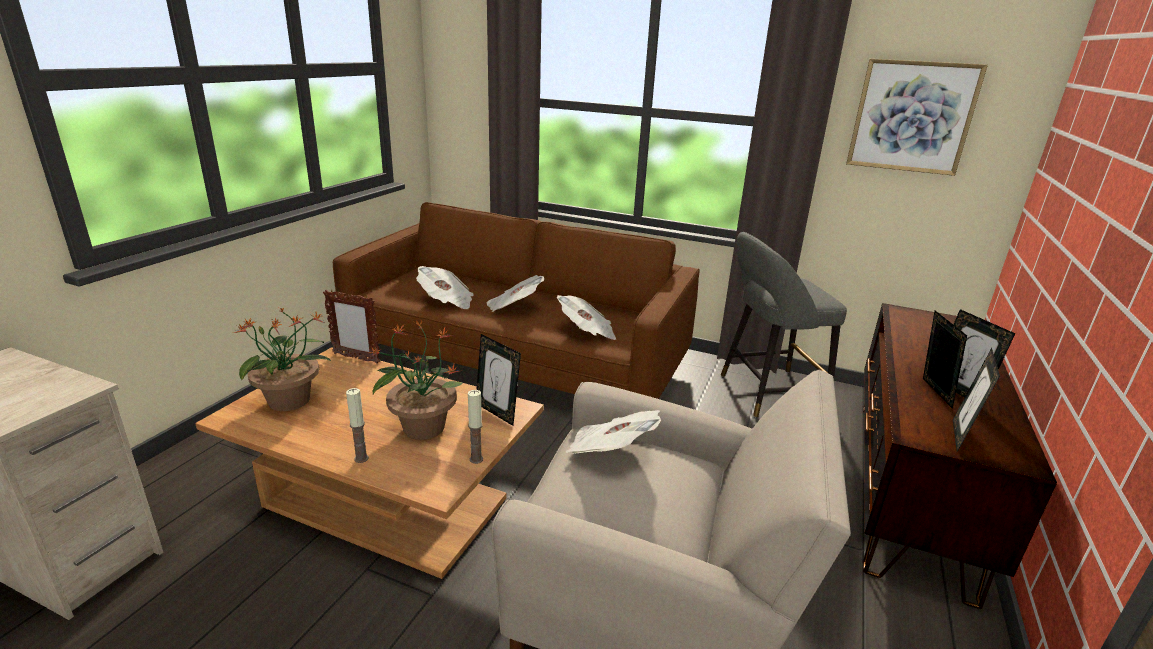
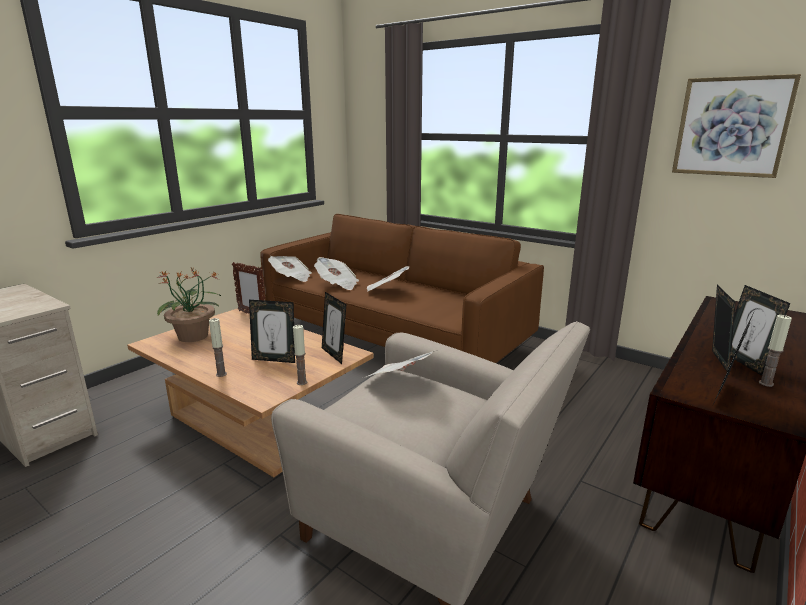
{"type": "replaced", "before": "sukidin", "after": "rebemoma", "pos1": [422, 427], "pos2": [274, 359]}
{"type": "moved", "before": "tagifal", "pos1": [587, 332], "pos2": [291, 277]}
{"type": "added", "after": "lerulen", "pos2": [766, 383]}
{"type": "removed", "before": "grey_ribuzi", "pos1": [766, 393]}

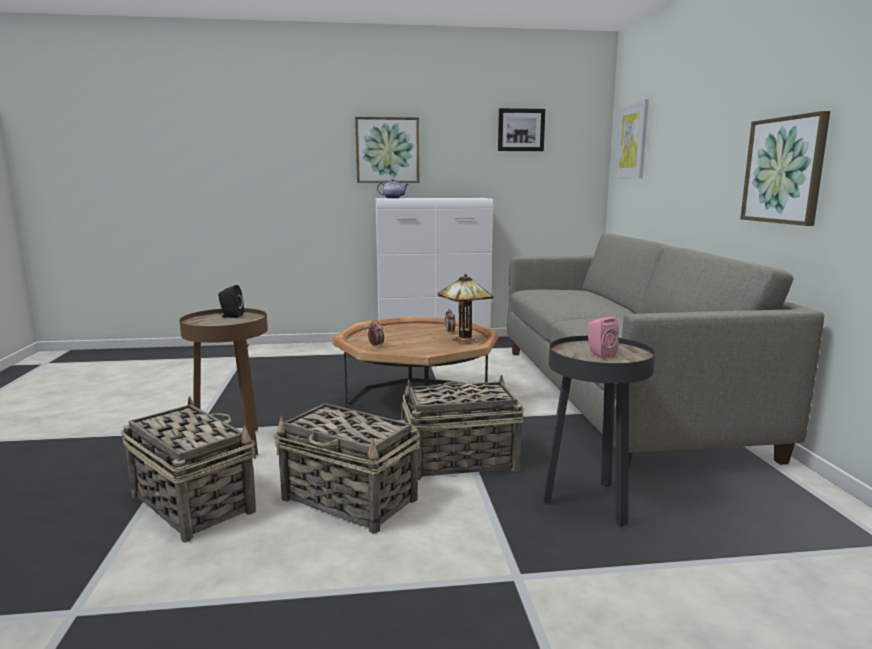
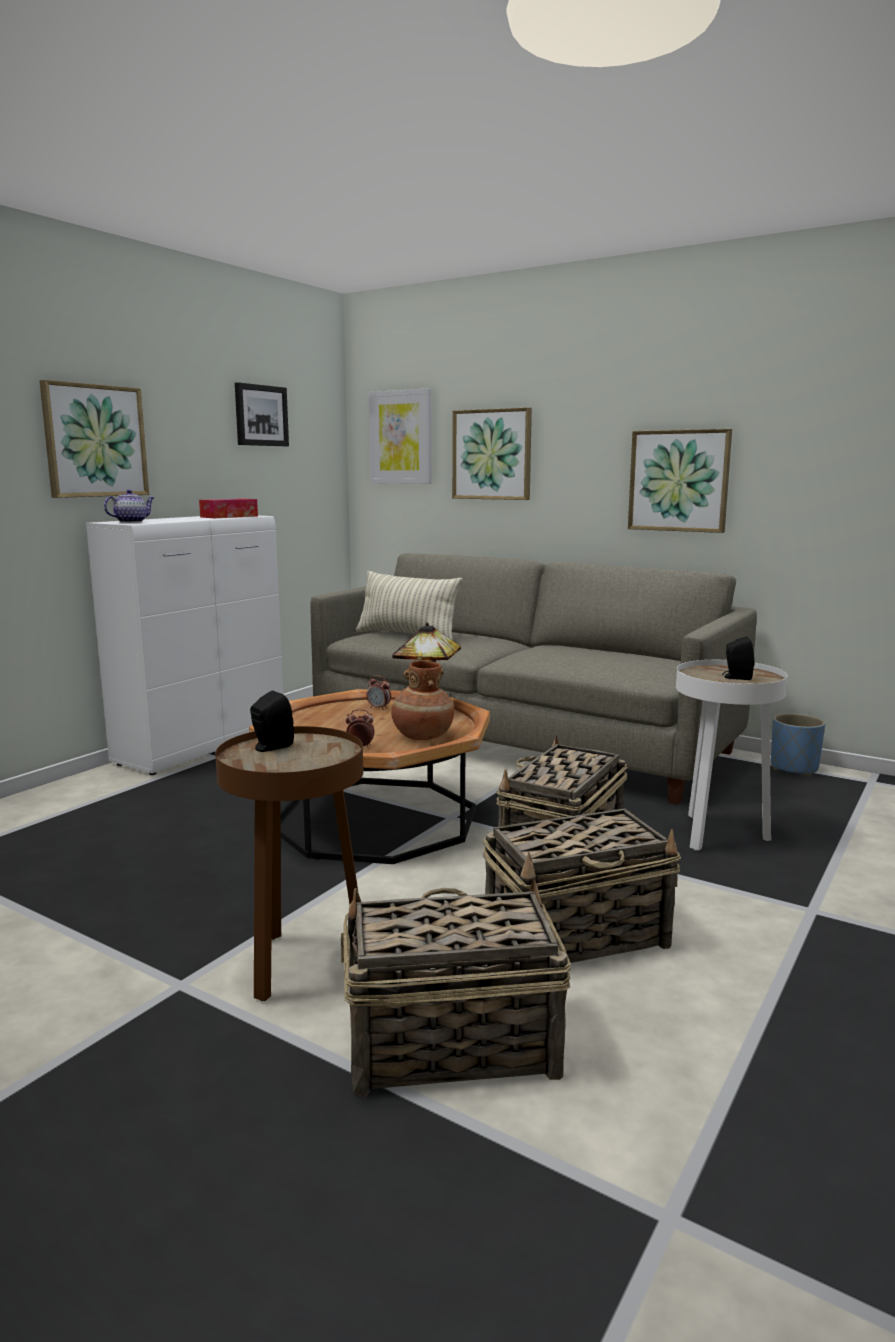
{"type": "added", "after": "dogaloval", "pos2": [229, 516]}
{"type": "added", "after": "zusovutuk", "pos2": [407, 636]}
{"type": "added", "after": "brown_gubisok", "pos2": [422, 736]}
{"type": "added", "after": "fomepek", "pos2": [492, 454]}
{"type": "recoloured", "before": "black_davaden", "after": "white_davaden", "pos1": [591, 504], "pos2": [719, 835]}
{"type": "recoloured", "before": "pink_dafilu", "after": "black_dafilu", "pos1": [599, 355], "pos2": [736, 677]}
{"type": "added", "after": "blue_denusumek", "pos2": [794, 768]}

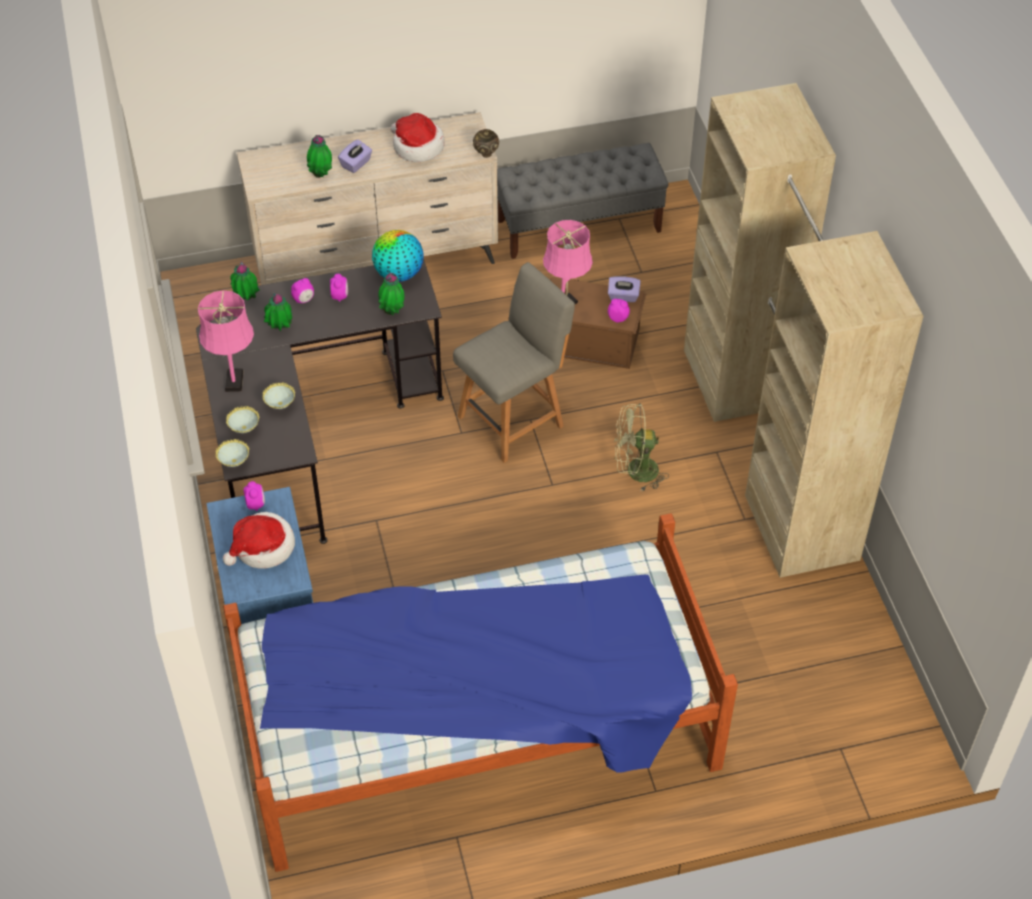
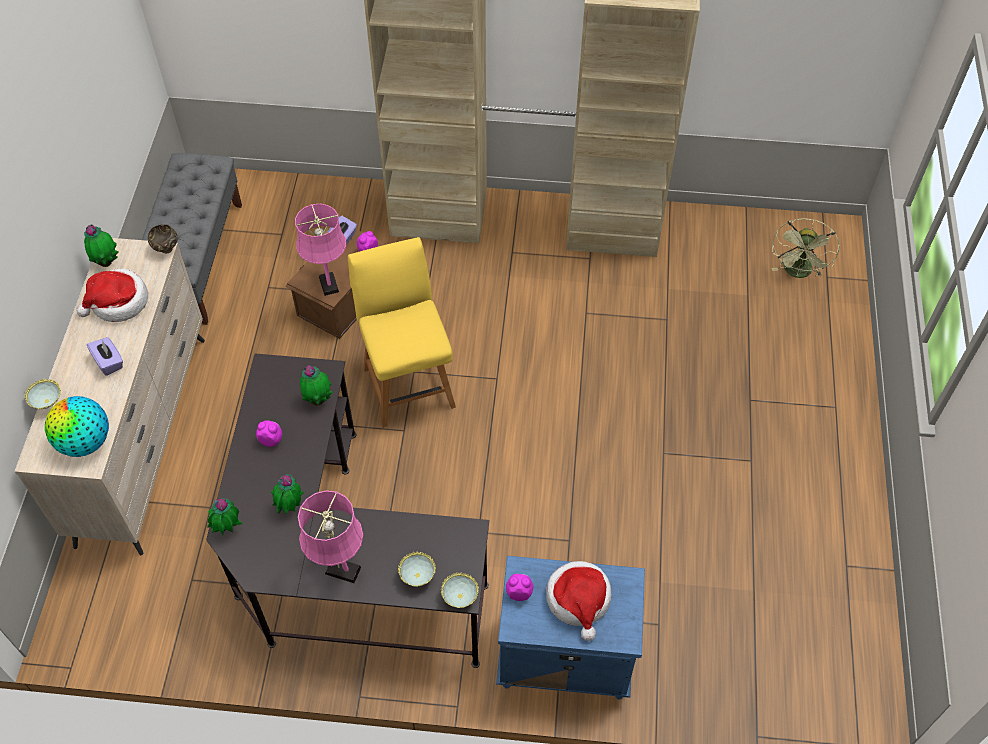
{"type": "moved", "before": "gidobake", "pos1": [280, 406], "pos2": [48, 403]}
{"type": "moved", "before": "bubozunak", "pos1": [398, 274], "pos2": [85, 442]}
{"type": "moved", "before": "sukidin", "pos1": [321, 175], "pos2": [106, 262]}
{"type": "recoloured", "before": "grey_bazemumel", "after": "yellow_bazemumel", "pos1": [513, 419], "pos2": [407, 384]}
{"type": "moved", "before": "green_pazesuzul", "pos1": [635, 472], "pos2": [798, 273]}
{"type": "removed", "before": "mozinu", "pos1": [480, 733]}
{"type": "removed", "before": "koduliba", "pos1": [304, 300]}

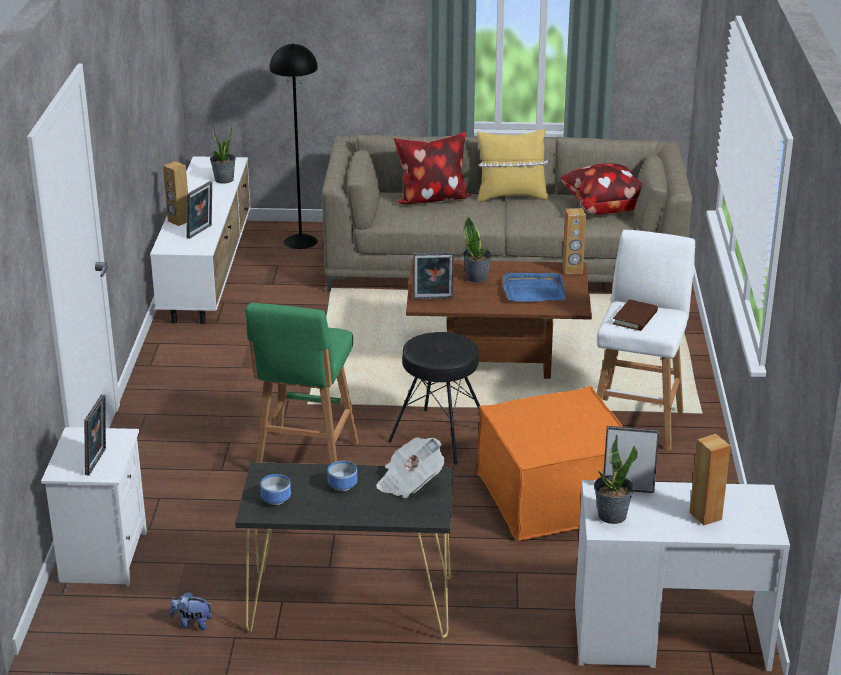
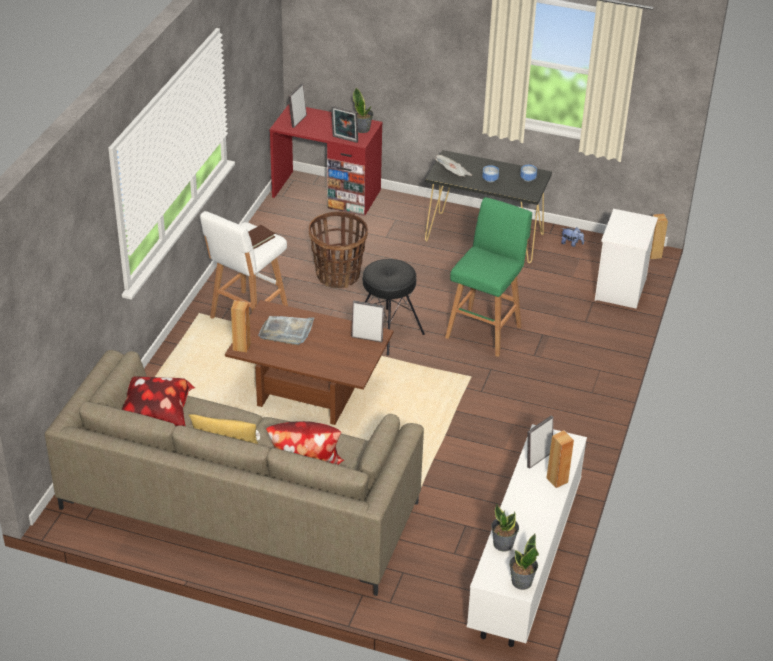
{"type": "recoloured", "before": "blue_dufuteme", "after": "grey_dufuteme", "pos1": [533, 290], "pos2": [286, 331]}
{"type": "recoloured", "before": "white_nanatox", "after": "red_nanatox", "pos1": [670, 636], "pos2": [326, 193]}
{"type": "moved", "before": "rebemoma", "pos1": [98, 462], "pos2": [297, 121]}
{"type": "replaced", "before": "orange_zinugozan", "after": "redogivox", "pos1": [553, 496], "pos2": [338, 275]}
{"type": "moved", "before": "sukidin", "pos1": [477, 278], "pos2": [521, 582]}
{"type": "moved", "before": "brown_dafilu", "pos1": [706, 516], "pos2": [653, 255]}
{"type": "removed", "before": "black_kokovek", "pos1": [301, 241]}

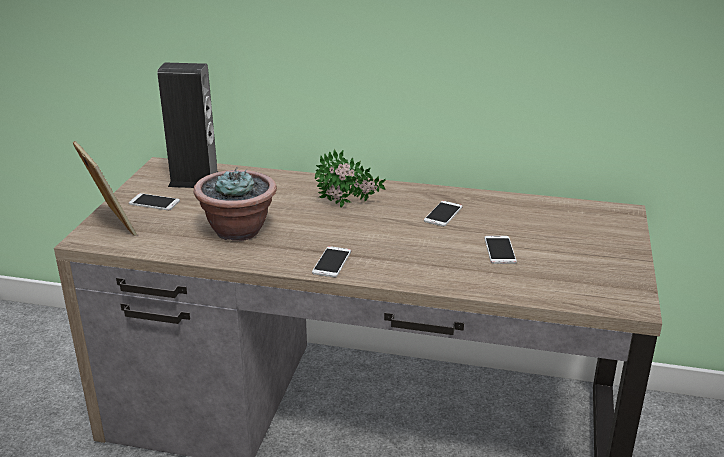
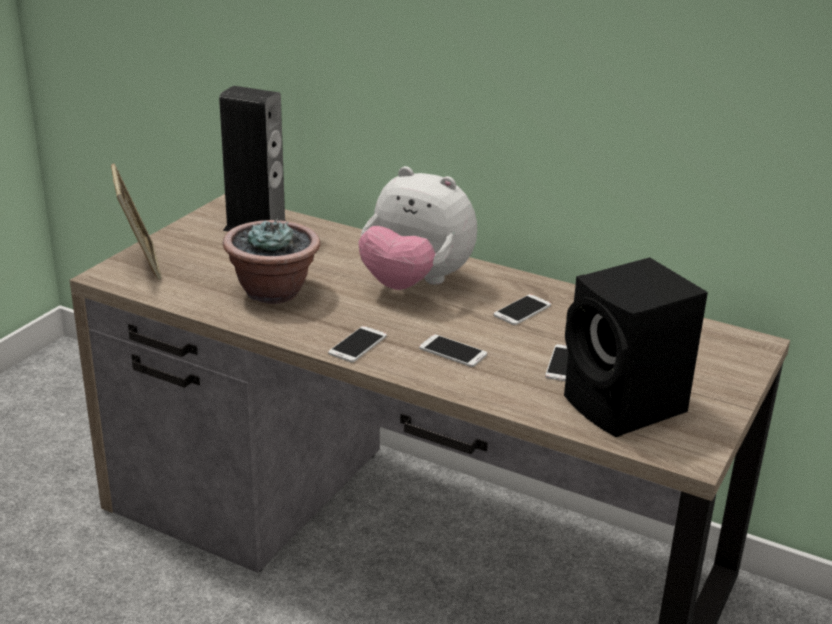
{"type": "replaced", "before": "sukidin", "after": "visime", "pos1": [349, 206], "pos2": [415, 284]}
{"type": "moved", "before": "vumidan", "pos1": [154, 202], "pos2": [453, 351]}
{"type": "added", "after": "black_dafilu", "pos2": [626, 407]}

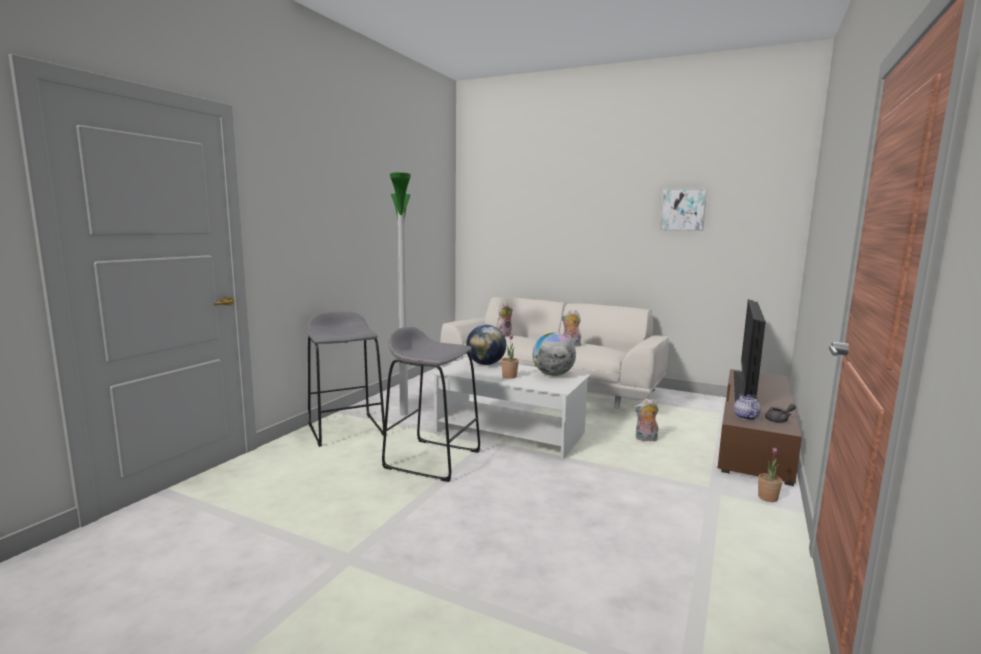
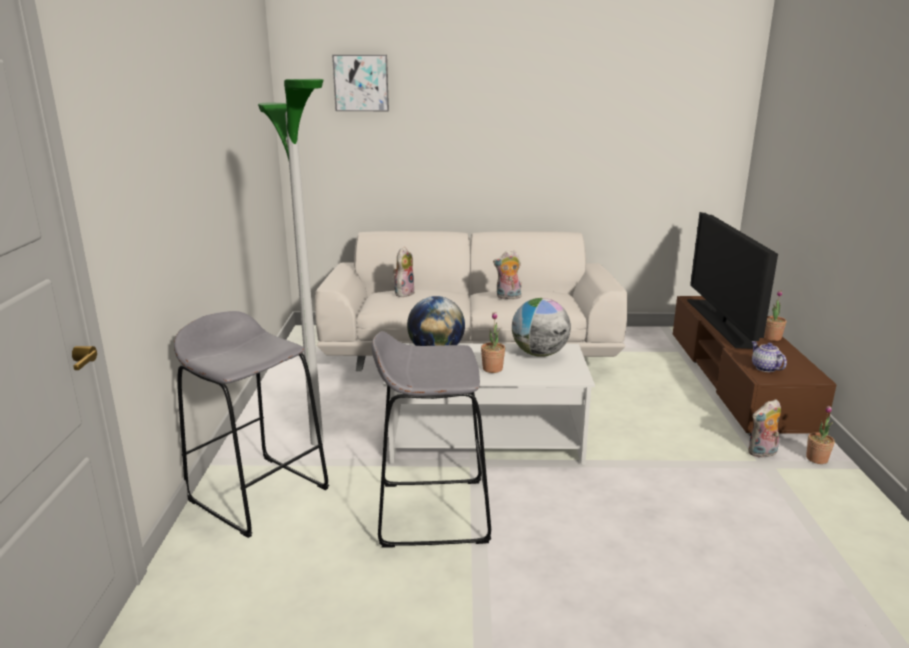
{"type": "moved", "before": "fomepek", "pos1": [683, 209], "pos2": [361, 83]}
{"type": "moved", "before": "visime", "pos1": [645, 439], "pos2": [762, 453]}
{"type": "added", "after": "sukidin", "pos2": [772, 338]}
{"type": "removed", "before": "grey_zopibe", "pos1": [779, 420]}

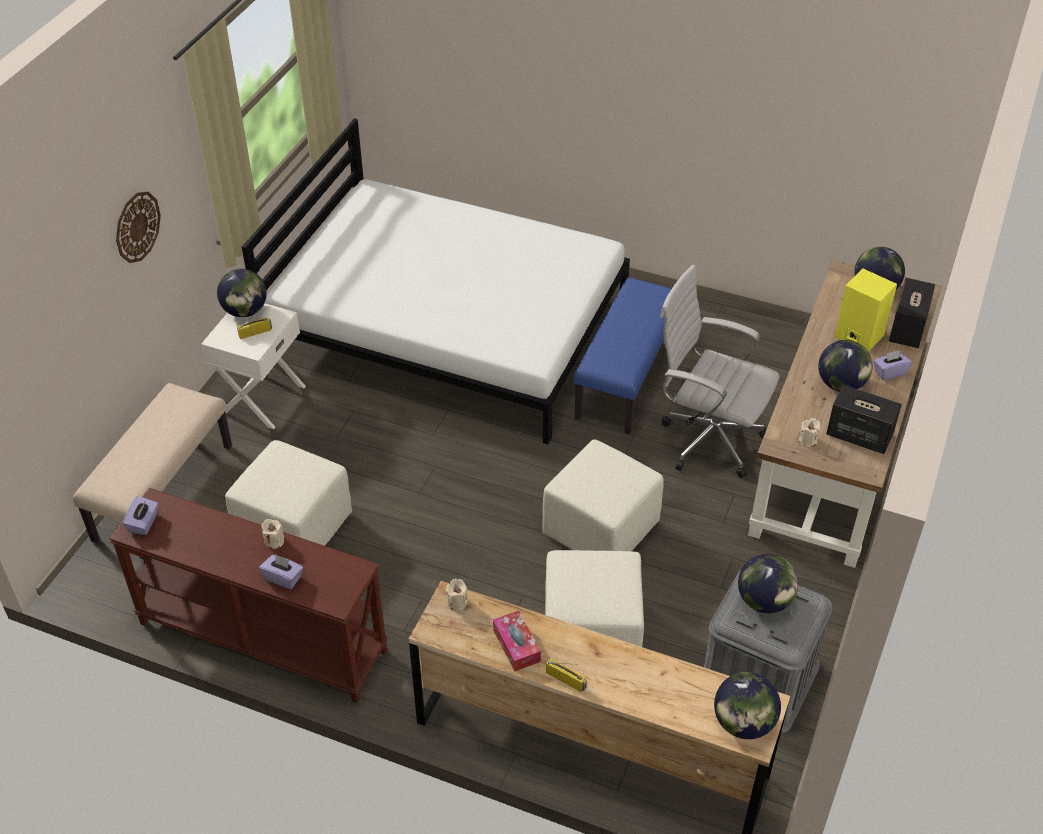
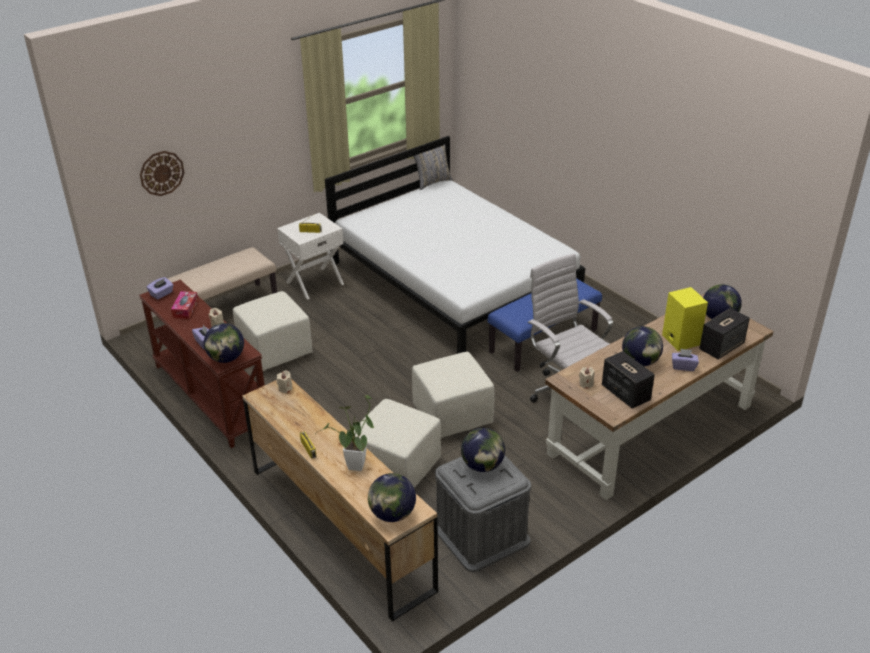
{"type": "moved", "before": "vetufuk", "pos1": [137, 226], "pos2": [161, 173]}
{"type": "moved", "before": "dogaloval", "pos1": [516, 646], "pos2": [185, 309]}
{"type": "moved", "before": "bubozunak", "pos1": [245, 311], "pos2": [226, 358]}
{"type": "added", "after": "sukidin", "pos2": [355, 469]}
{"type": "added", "after": "grey_zusovutuk", "pos2": [432, 182]}

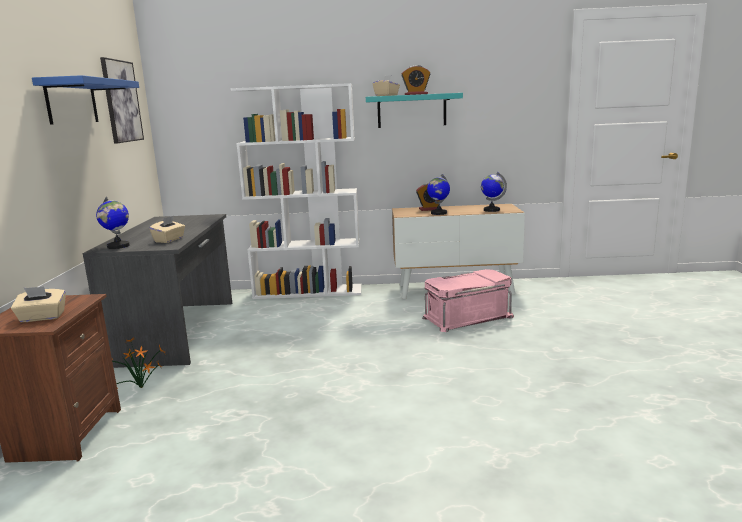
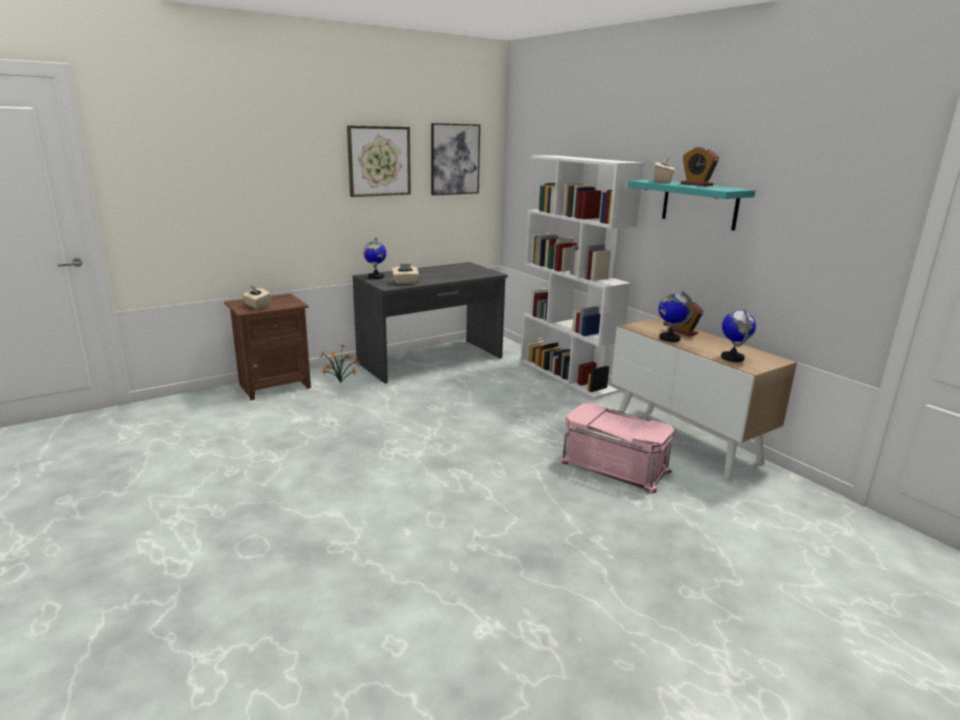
{"type": "replaced", "before": "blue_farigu", "after": "fomepek", "pos1": [71, 102], "pos2": [379, 161]}

